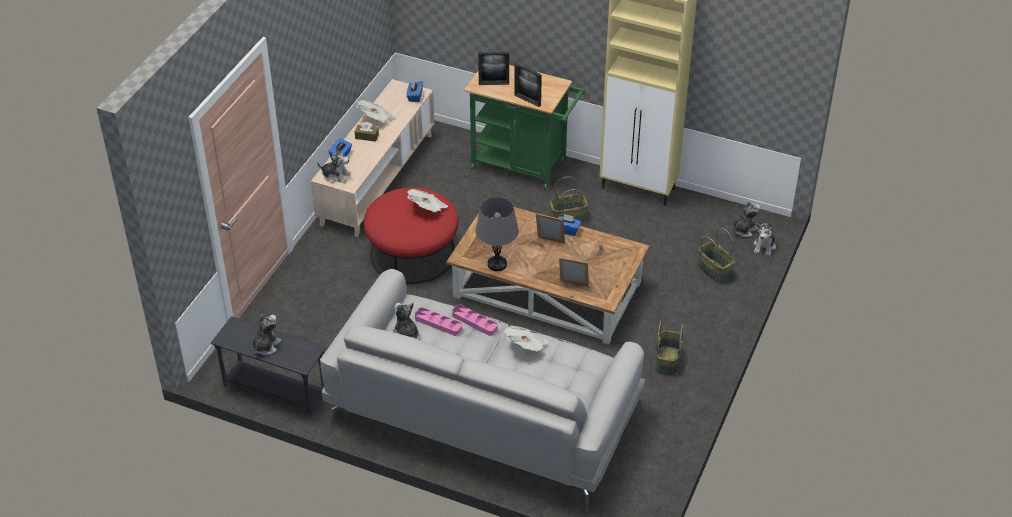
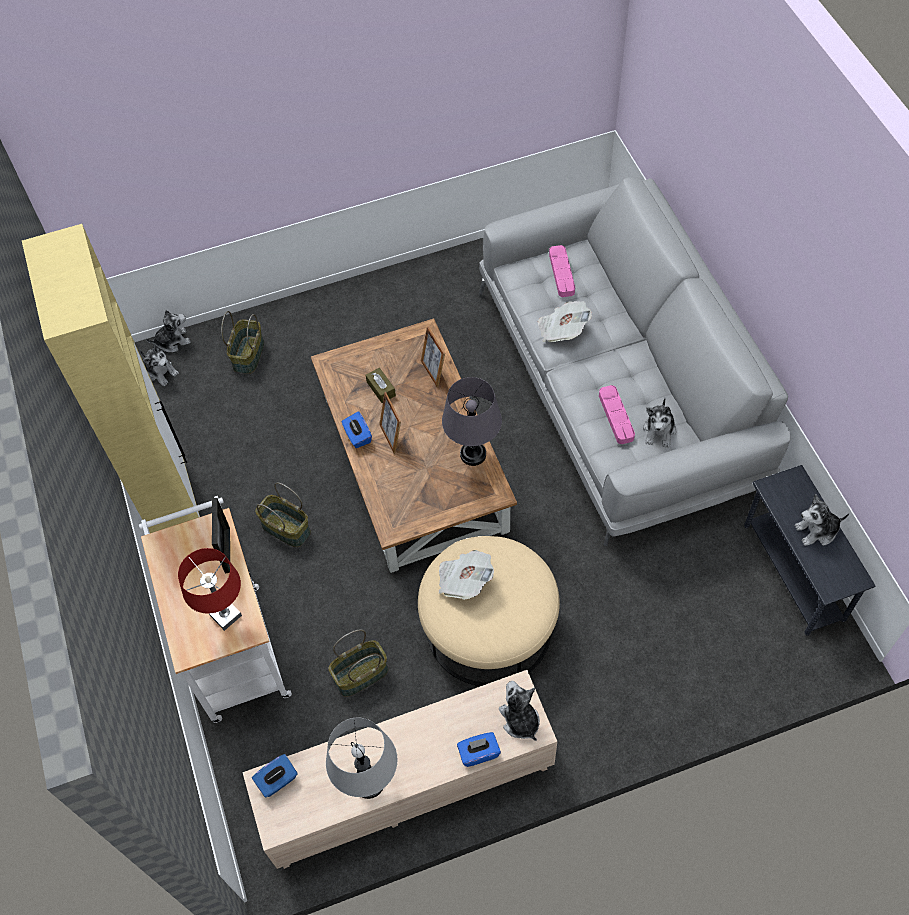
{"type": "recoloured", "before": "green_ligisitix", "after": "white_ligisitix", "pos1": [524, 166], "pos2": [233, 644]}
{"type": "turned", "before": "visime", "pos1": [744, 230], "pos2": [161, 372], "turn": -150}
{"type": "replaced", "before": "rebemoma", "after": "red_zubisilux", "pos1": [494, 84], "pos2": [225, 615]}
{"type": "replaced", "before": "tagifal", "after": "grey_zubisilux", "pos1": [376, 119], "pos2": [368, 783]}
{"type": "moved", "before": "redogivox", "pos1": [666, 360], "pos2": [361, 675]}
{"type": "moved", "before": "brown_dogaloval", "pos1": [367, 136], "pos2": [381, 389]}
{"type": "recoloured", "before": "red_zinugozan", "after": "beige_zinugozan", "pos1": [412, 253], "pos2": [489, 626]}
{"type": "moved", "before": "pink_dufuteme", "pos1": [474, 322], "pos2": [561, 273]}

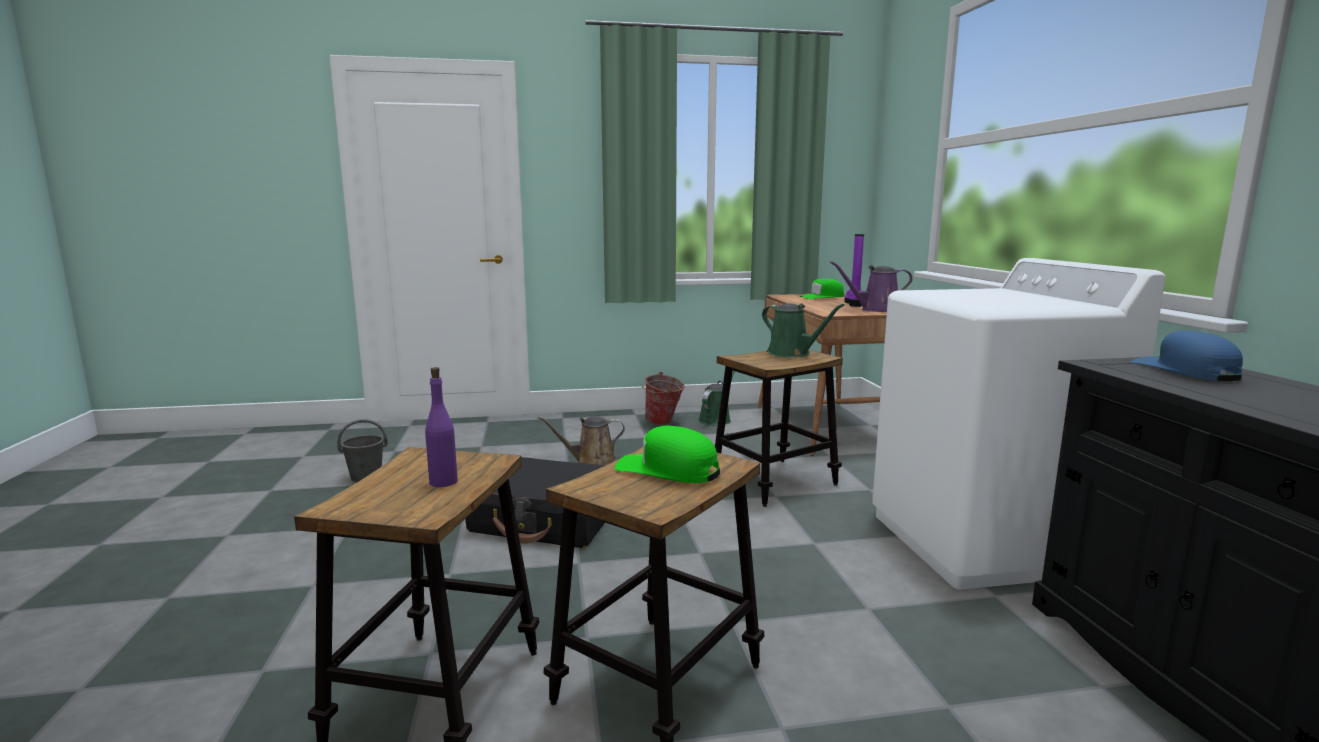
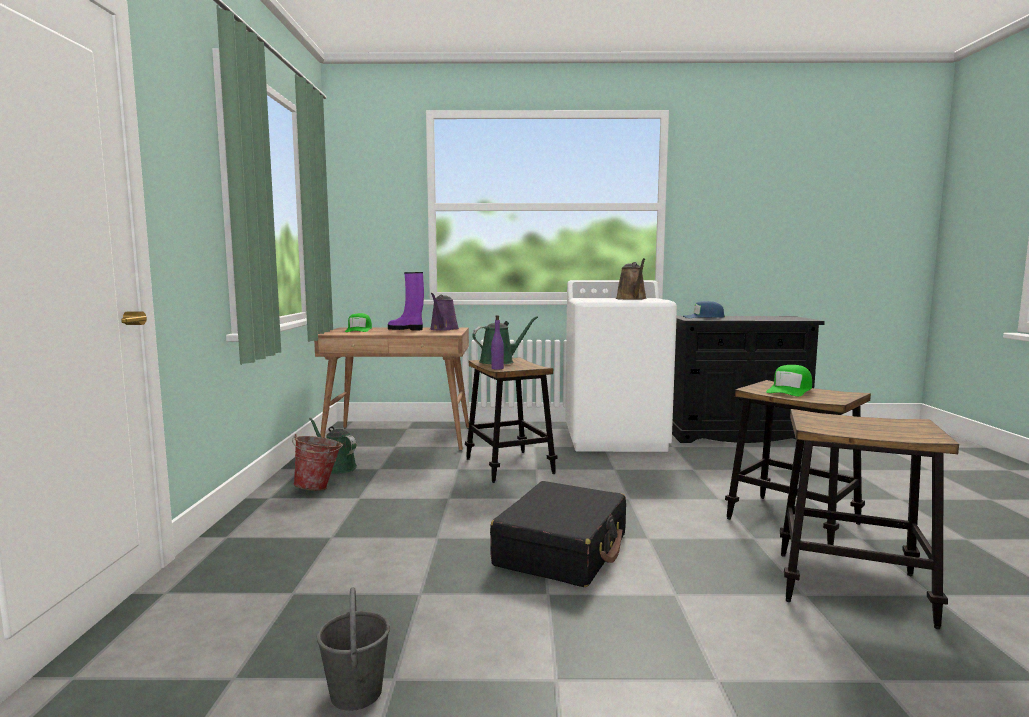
{"type": "moved", "before": "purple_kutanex", "pos1": [443, 482], "pos2": [497, 368]}
{"type": "moved", "before": "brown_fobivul", "pos1": [591, 461], "pos2": [632, 299]}

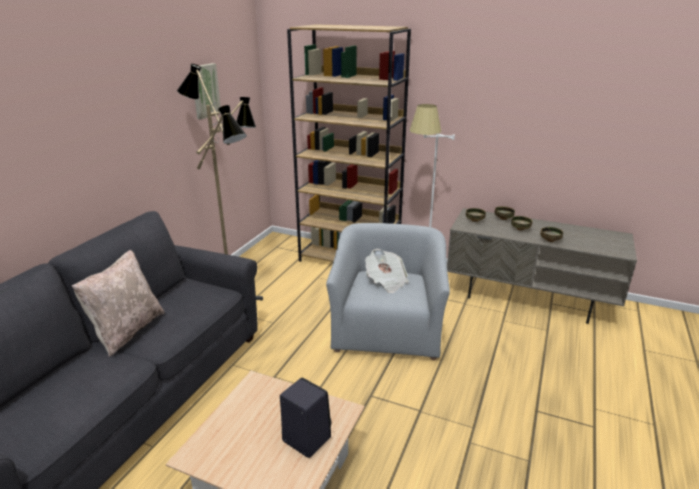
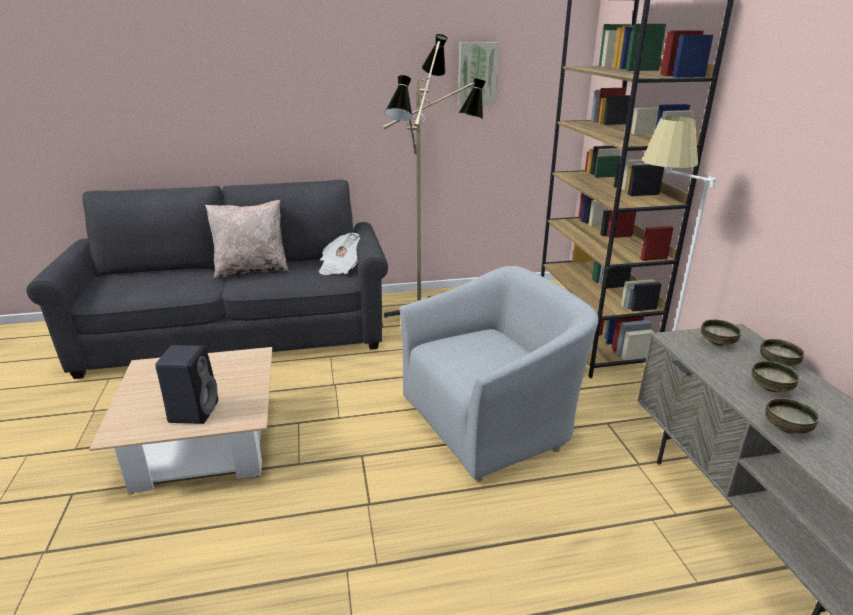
{"type": "moved", "before": "tagifal", "pos1": [386, 281], "pos2": [341, 267]}

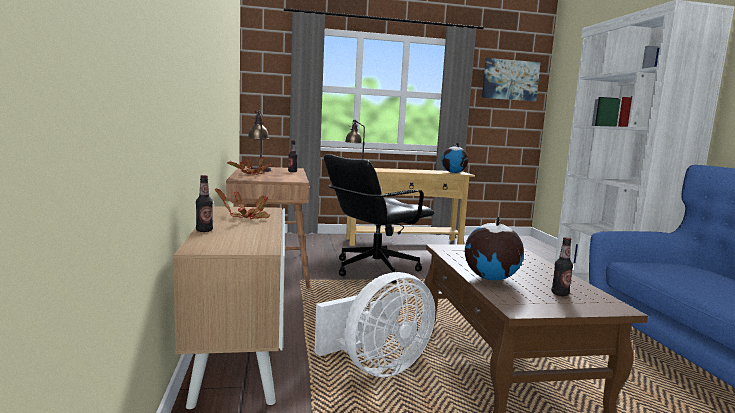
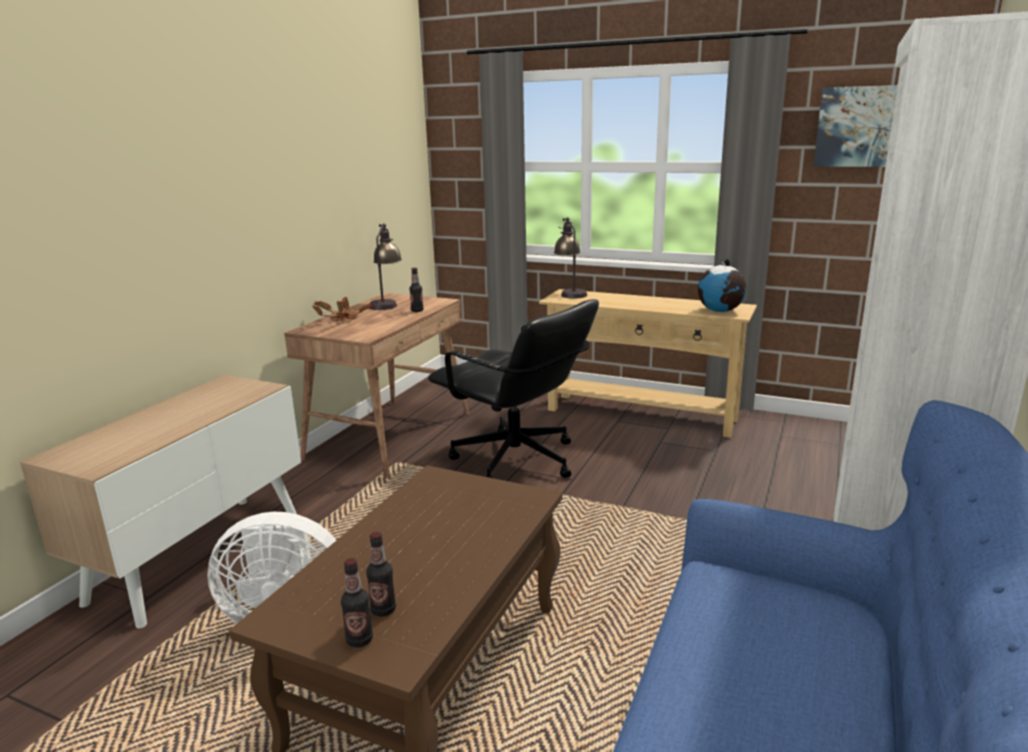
{"type": "moved", "before": "kutanex", "pos1": [204, 230], "pos2": [359, 640]}
{"type": "turned", "before": "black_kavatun", "pos1": [374, 269], "pos2": [516, 461], "turn": -135}
{"type": "removed", "before": "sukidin", "pos1": [248, 217]}
{"type": "removed", "before": "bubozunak", "pos1": [490, 278]}

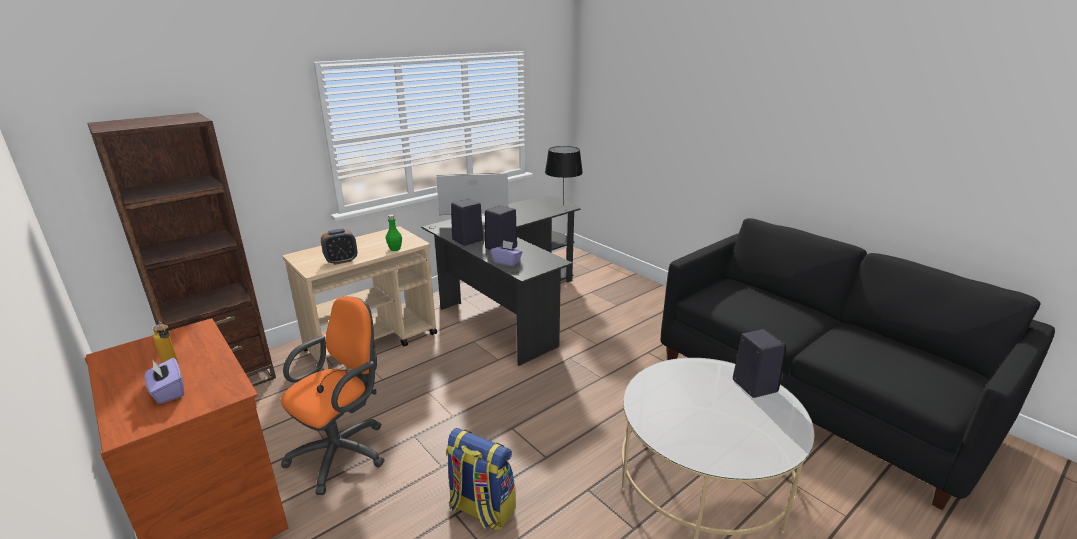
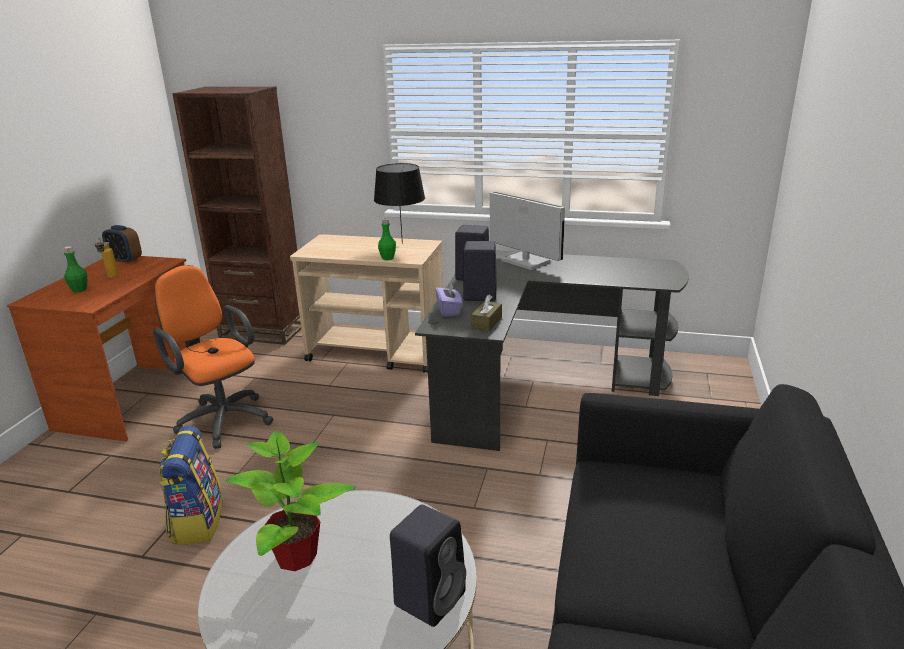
{"type": "replaced", "before": "purple_dogaloval", "after": "green_kutanex", "pos1": [168, 392], "pos2": [79, 290]}
{"type": "moved", "before": "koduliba", "pos1": [341, 261], "pos2": [125, 260]}
{"type": "turned", "before": "orange_kavatun", "pos1": [344, 451], "pos2": [222, 418], "turn": -135}
{"type": "added", "after": "sukidin", "pos2": [297, 557]}
{"type": "moved", "before": "black_zubisilux", "pos1": [563, 205], "pos2": [402, 243]}
{"type": "added", "after": "brown_dogaloval", "pos2": [486, 323]}

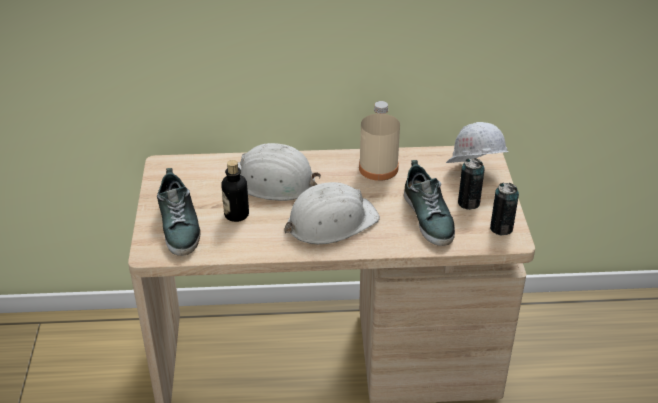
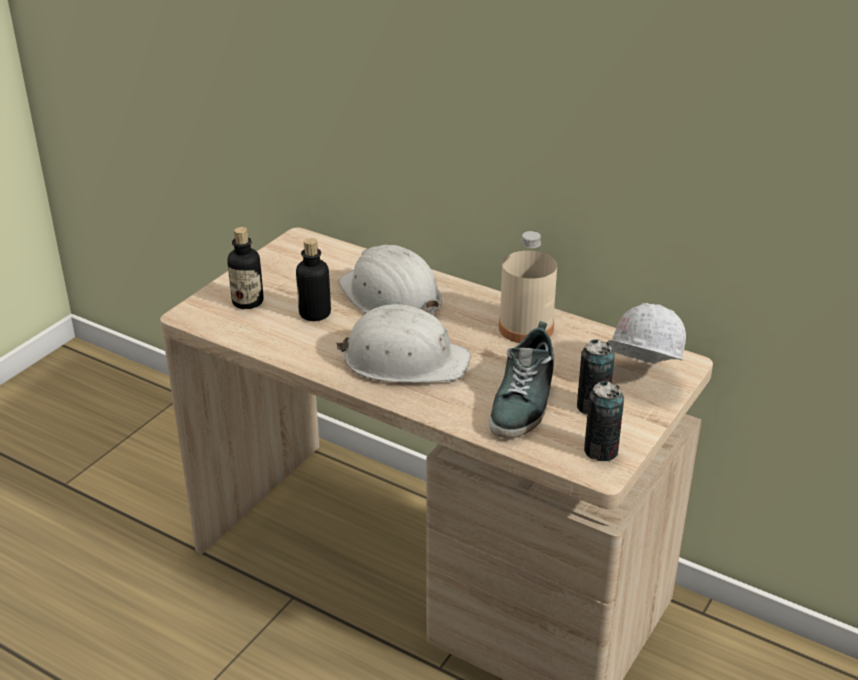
{"type": "replaced", "before": "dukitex", "after": "kutanex", "pos1": [180, 226], "pos2": [248, 302]}

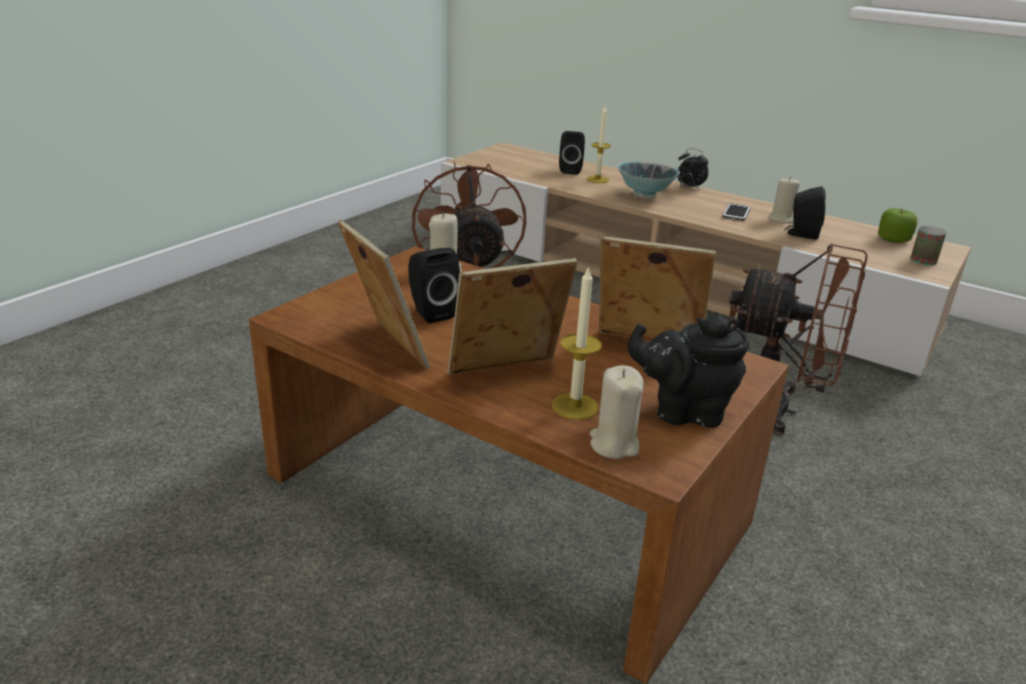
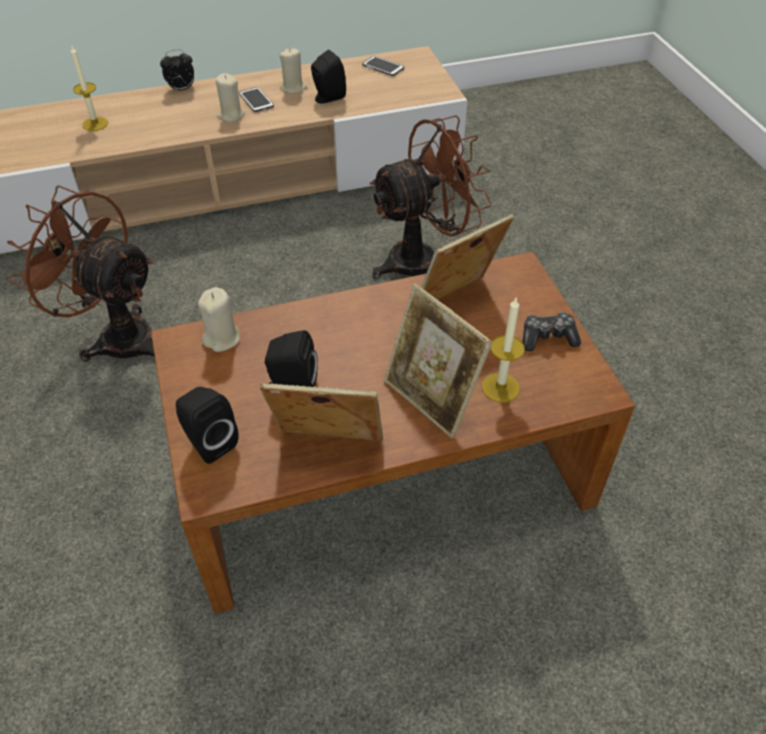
{"type": "moved", "before": "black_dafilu", "pos1": [571, 170], "pos2": [209, 442]}
{"type": "moved", "before": "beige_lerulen", "pos1": [613, 444], "pos2": [231, 115]}
{"type": "replaced", "before": "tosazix", "after": "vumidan", "pos1": [893, 240], "pos2": [383, 67]}
{"type": "turned", "before": "rebemoma", "pos1": [507, 376], "pos2": [431, 399], "turn": -60}
{"type": "replaced", "before": "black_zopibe", "after": "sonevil", "pos1": [683, 411], "pos2": [547, 338]}
{"type": "removed", "before": "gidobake", "pos1": [644, 195]}
{"type": "removed", "before": "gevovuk", "pos1": [924, 259]}

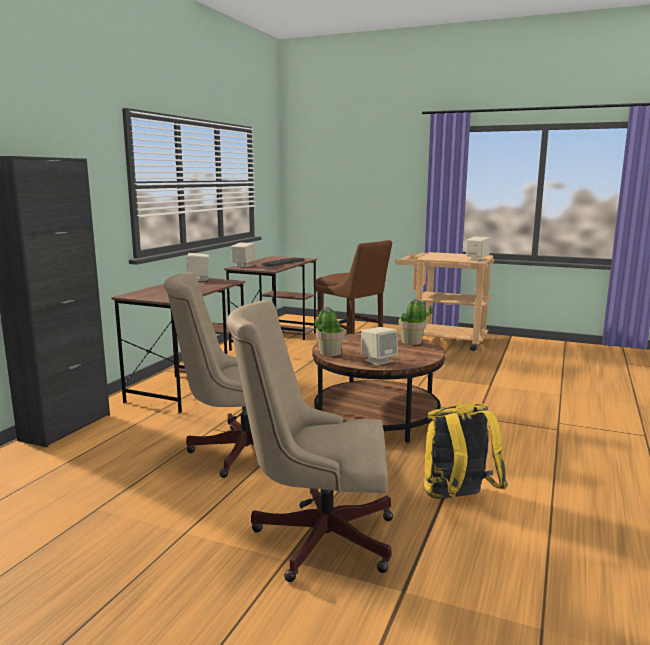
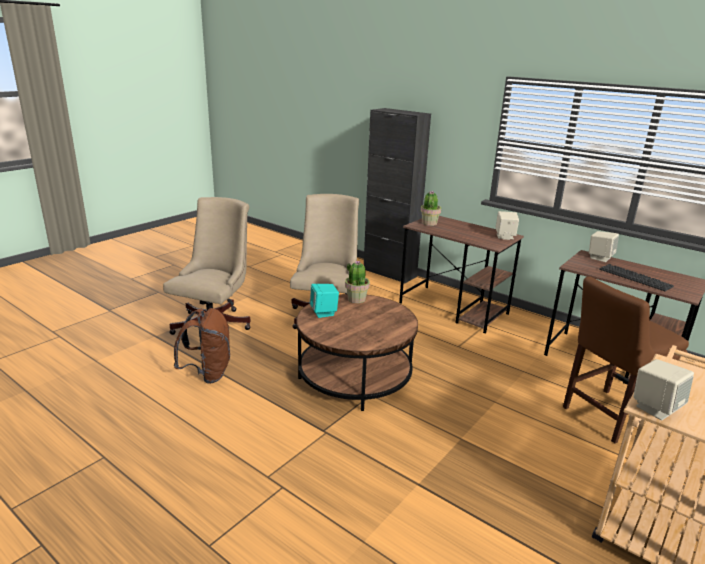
{"type": "recoloured", "before": "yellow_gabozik", "after": "brown_gabozik", "pos1": [457, 498], "pos2": [208, 374]}
{"type": "recoloured", "before": "beige_dafilu", "after": "turquoise_dafilu", "pos1": [378, 361], "pos2": [324, 312]}
{"type": "moved", "before": "sukidin", "pos1": [412, 342], "pos2": [429, 223]}

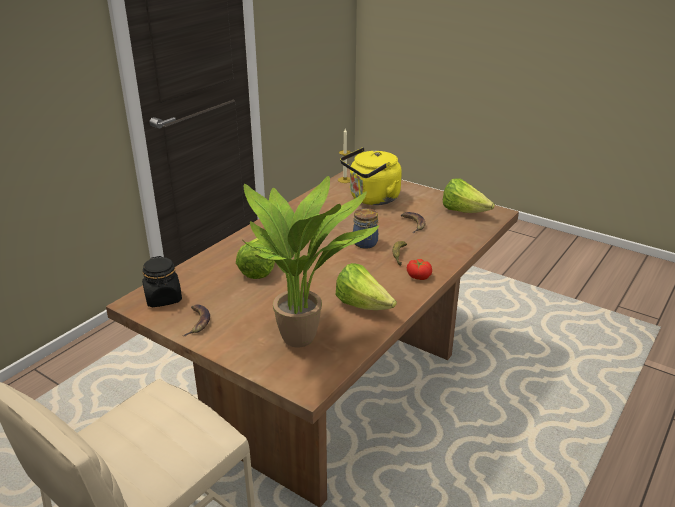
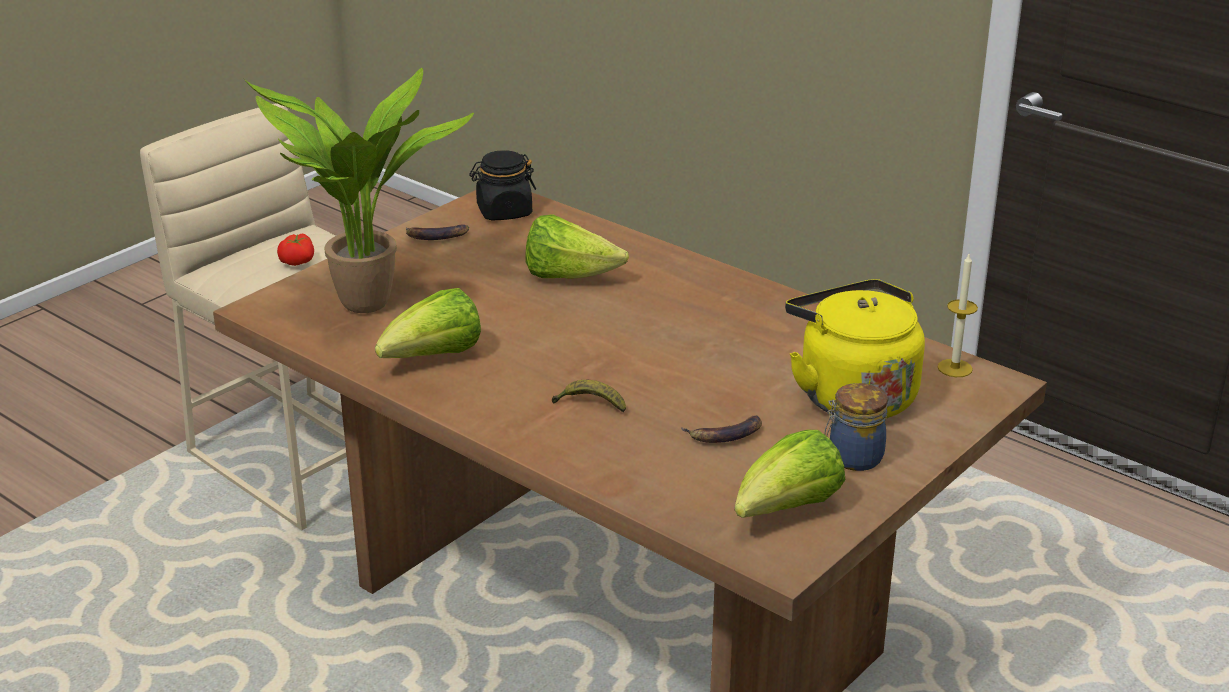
{"type": "moved", "before": "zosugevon", "pos1": [419, 276], "pos2": [298, 261]}
{"type": "moved", "before": "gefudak", "pos1": [365, 244], "pos2": [853, 458]}

